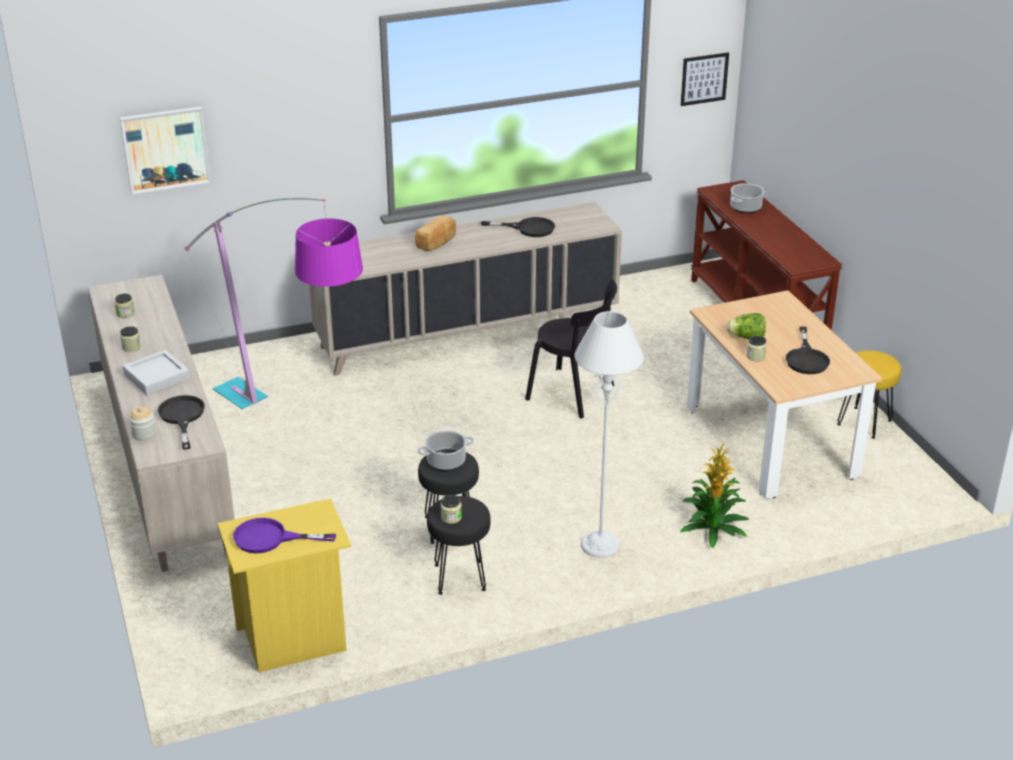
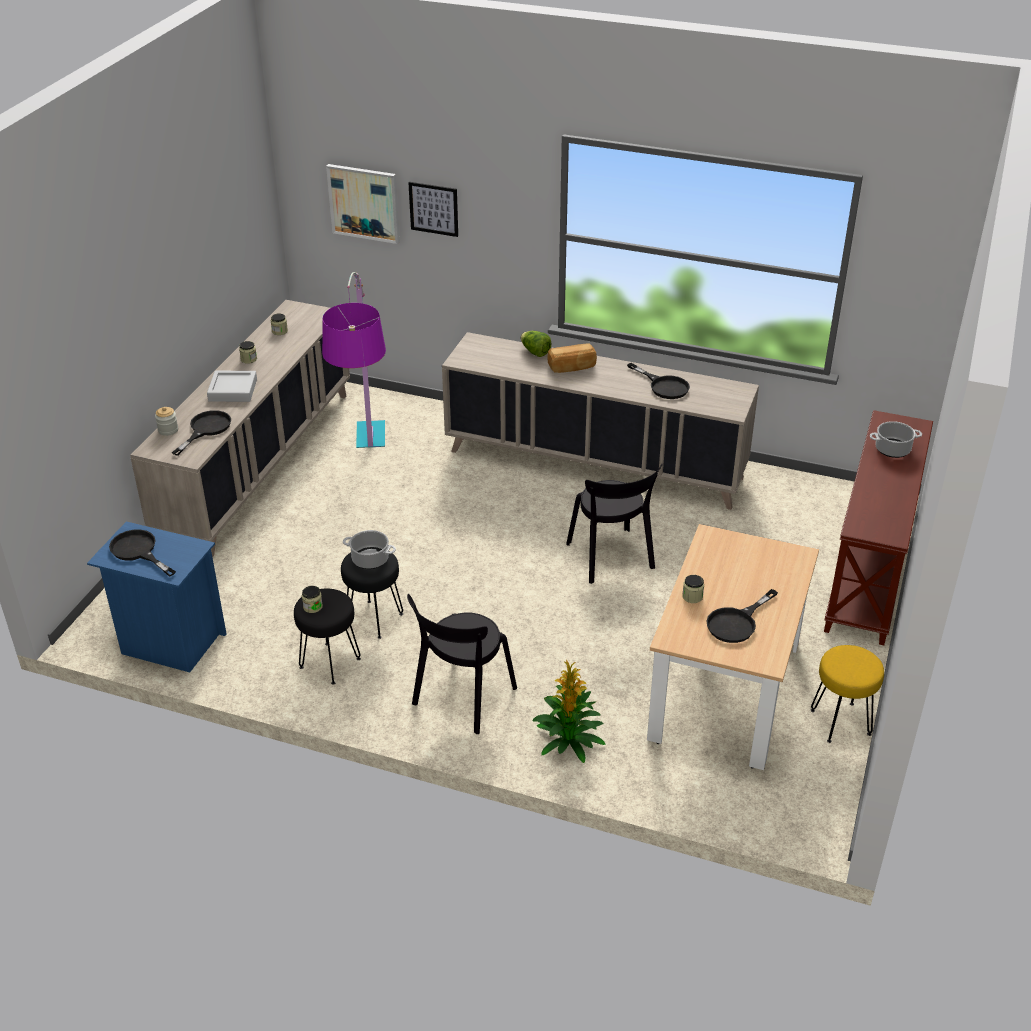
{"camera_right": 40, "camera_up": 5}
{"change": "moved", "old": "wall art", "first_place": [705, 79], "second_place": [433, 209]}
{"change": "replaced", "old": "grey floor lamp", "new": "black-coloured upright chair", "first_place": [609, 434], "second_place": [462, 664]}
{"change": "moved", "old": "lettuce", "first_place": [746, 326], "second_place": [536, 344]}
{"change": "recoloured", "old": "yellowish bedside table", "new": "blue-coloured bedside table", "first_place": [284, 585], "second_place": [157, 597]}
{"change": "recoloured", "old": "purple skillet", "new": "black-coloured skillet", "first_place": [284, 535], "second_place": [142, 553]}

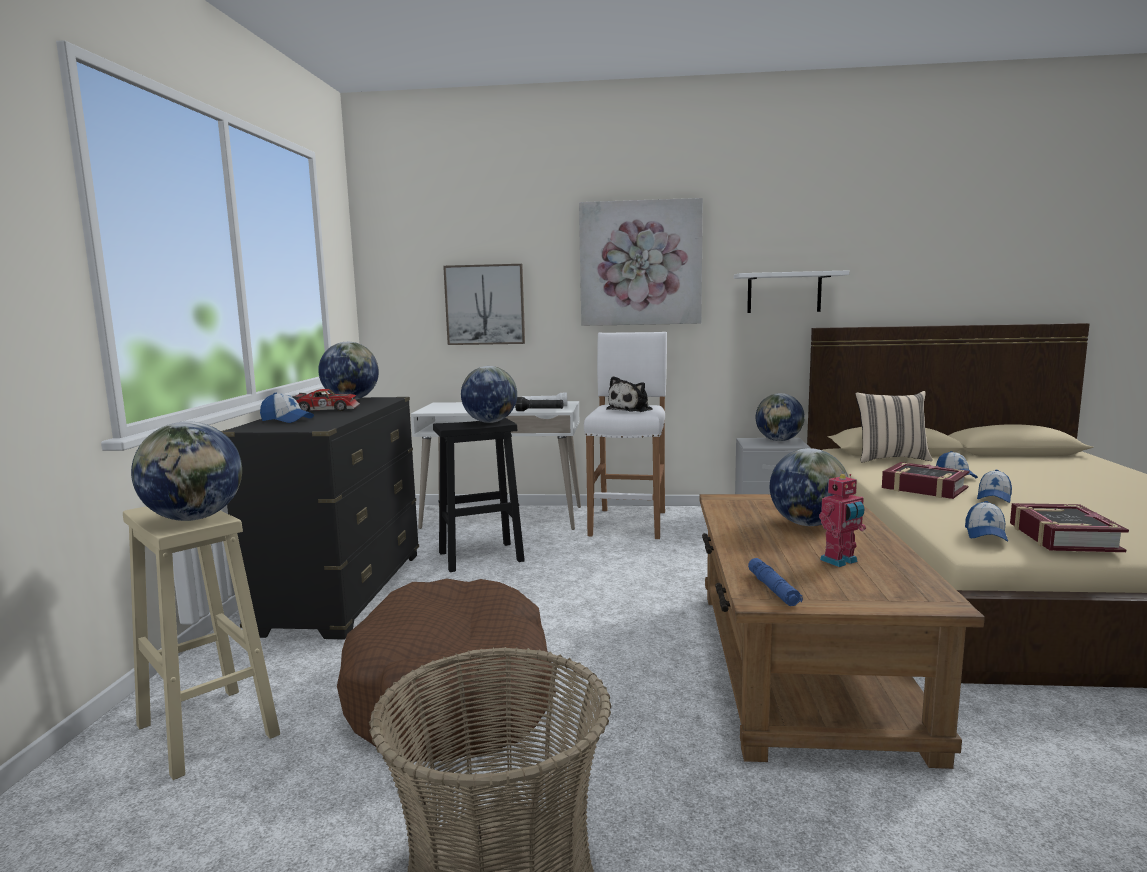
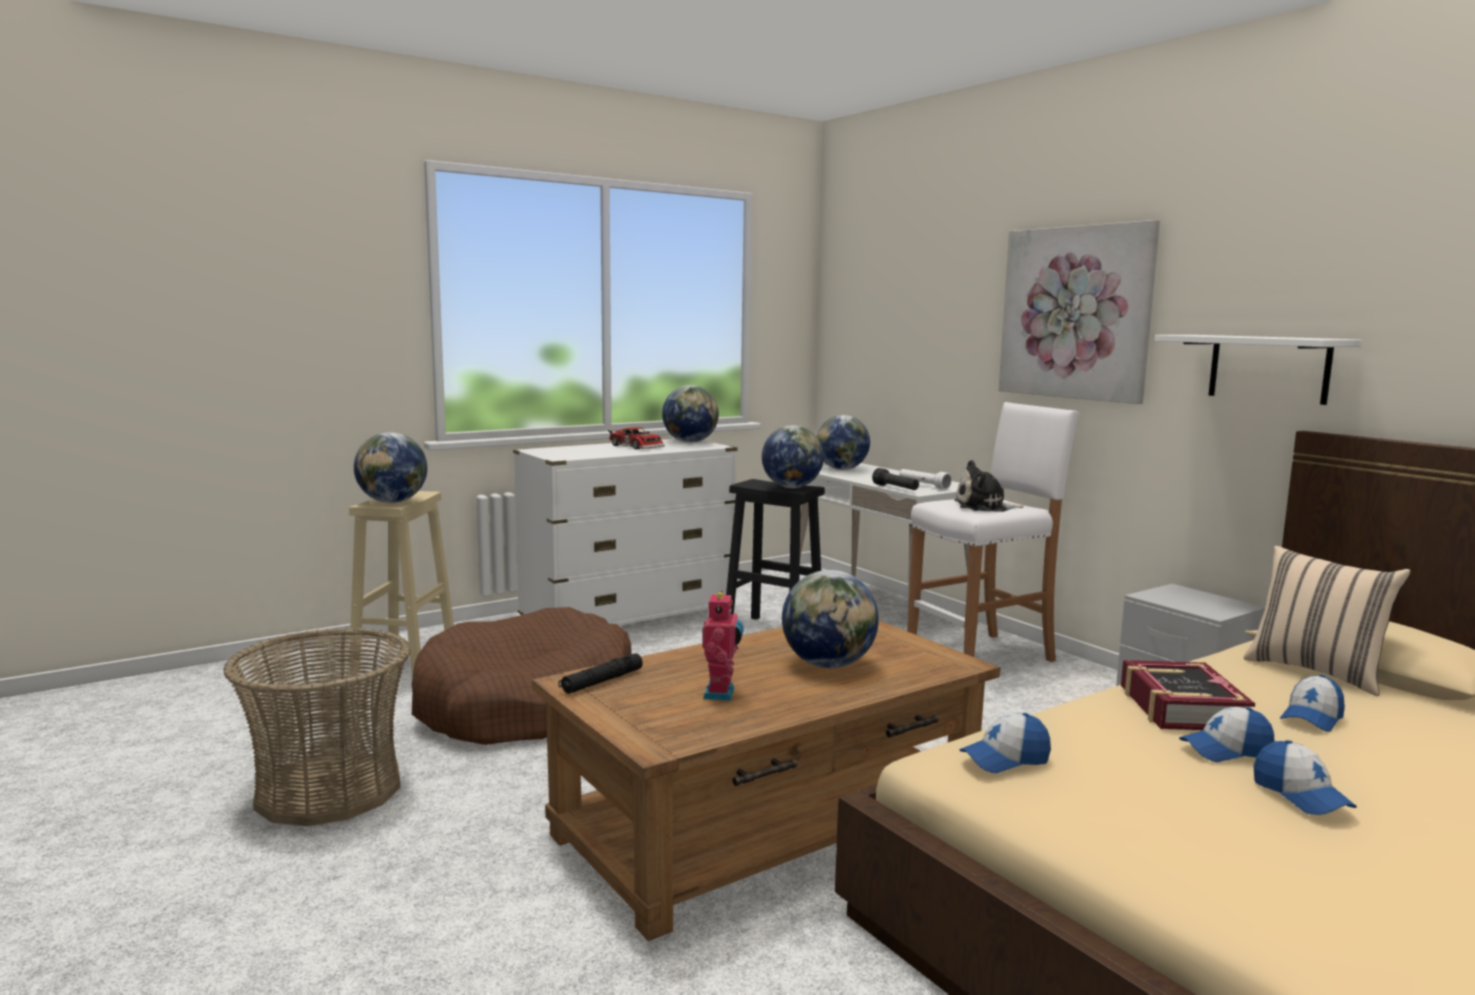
{"camera_right": 50, "camera_up": 0}
{"change": "removed", "old": "wall art", "first_place": [484, 304]}
{"change": "moved", "old": "peaked cap", "first_place": [287, 408], "second_place": [1305, 777]}
{"change": "moved", "old": "desk globe", "first_place": [780, 417], "second_place": [843, 442]}
{"change": "recoloured", "old": "black-coloured drawer chest", "new": "whitish drawer chest", "first_place": [320, 518], "second_place": [625, 532]}
{"change": "turned", "old": "robot figure", "first_place": [842, 520], "second_place": [723, 645], "degrees": -105}
{"change": "removed", "old": "bound book", "first_place": [1069, 527]}
{"change": "recoloured", "old": "blue-coloured flashlight", "new": "black-coloured flashlight", "first_place": [775, 582], "second_place": [600, 673]}

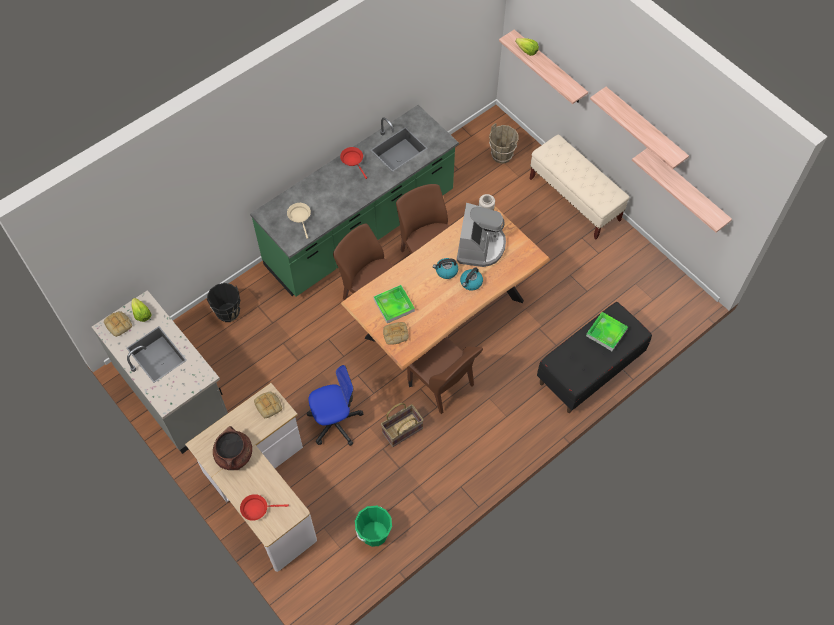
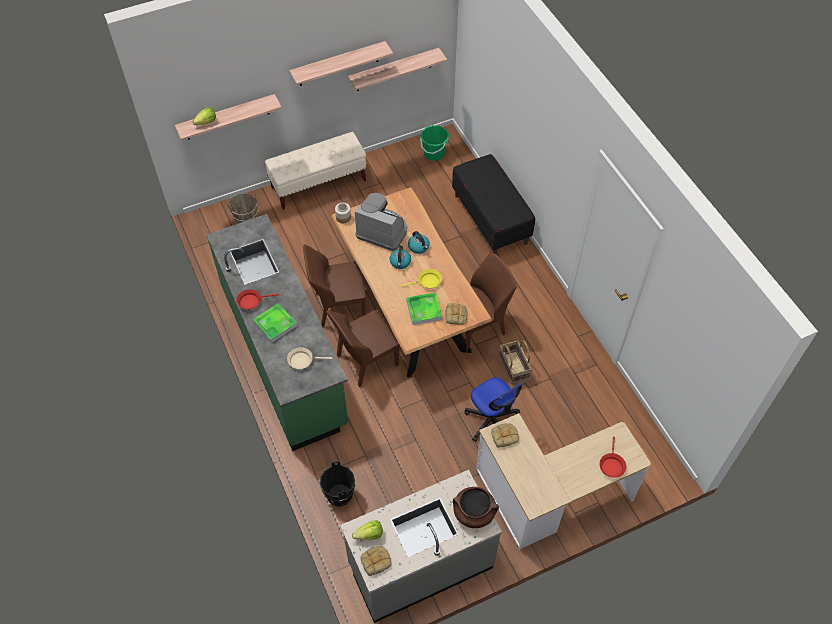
{"camera_right": -75, "camera_up": -5}
{"change": "moved", "old": "carrying tray", "first_place": [607, 331], "second_place": [275, 323]}
{"change": "turned", "old": "desk chair", "first_place": [335, 405], "second_place": [494, 410], "degrees": 150}
{"change": "moved", "old": "brownish saucepot", "first_place": [232, 448], "second_place": [476, 507]}
{"change": "moved", "old": "green-coloured water bucket", "first_place": [373, 526], "second_place": [434, 143]}
{"change": "added", "new": "yellowish skillet", "second_place": [421, 279]}

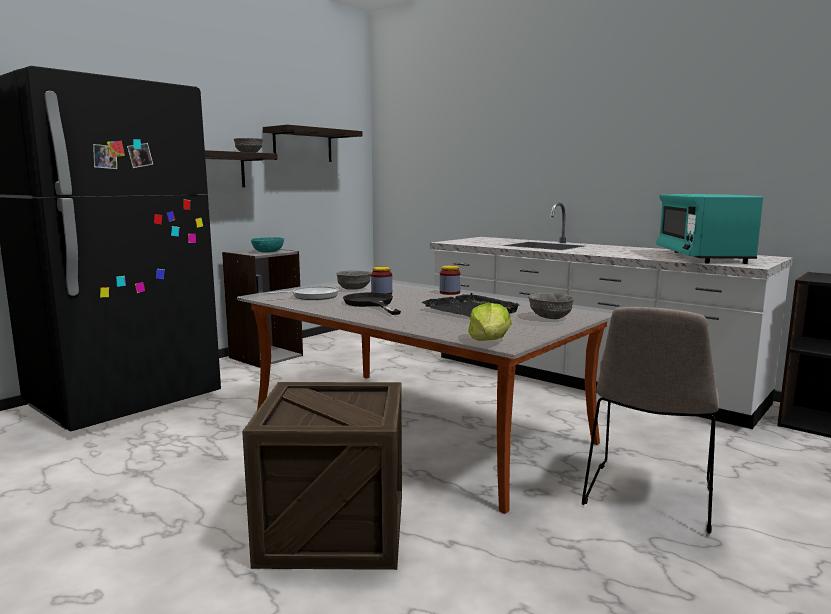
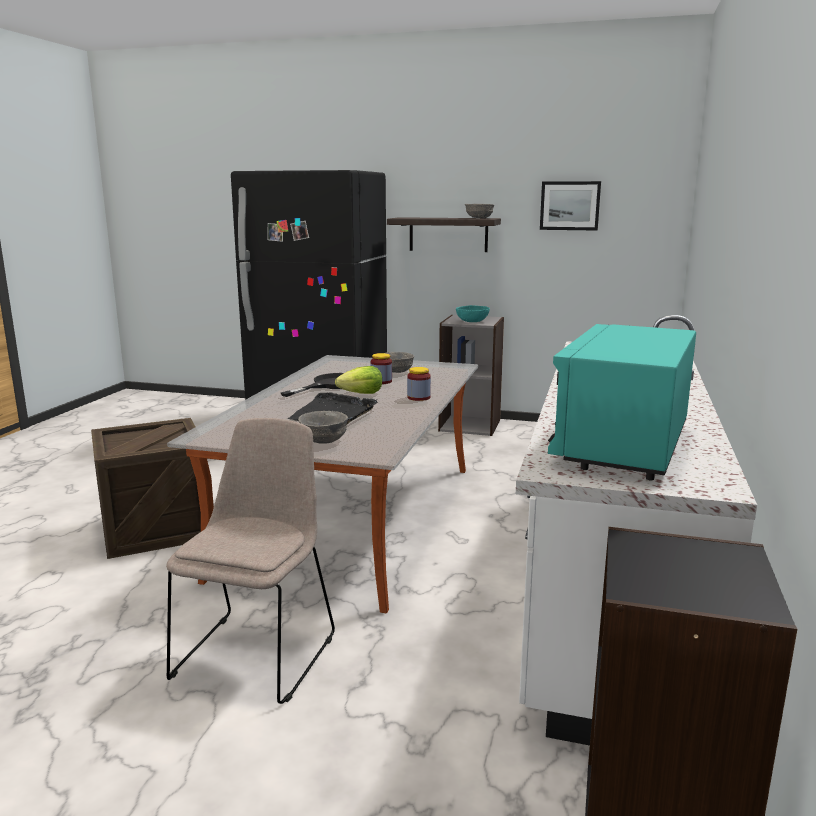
{"camera_right": 65, "camera_up": 5}
{"change": "replaced", "old": "bracket shelf", "new": "wall art", "first_place": [313, 143], "second_place": [570, 206]}
{"change": "turned", "old": "turquoise kitchen microwave", "first_place": [709, 229], "second_place": [622, 402], "degrees": -45}
{"change": "removed", "old": "skillet", "first_place": [303, 293]}
{"change": "moved", "old": "lettuce", "first_place": [489, 322], "second_place": [358, 380]}
{"change": "turned", "old": "beige upright chair", "first_place": [650, 420], "second_place": [250, 561], "degrees": 105}

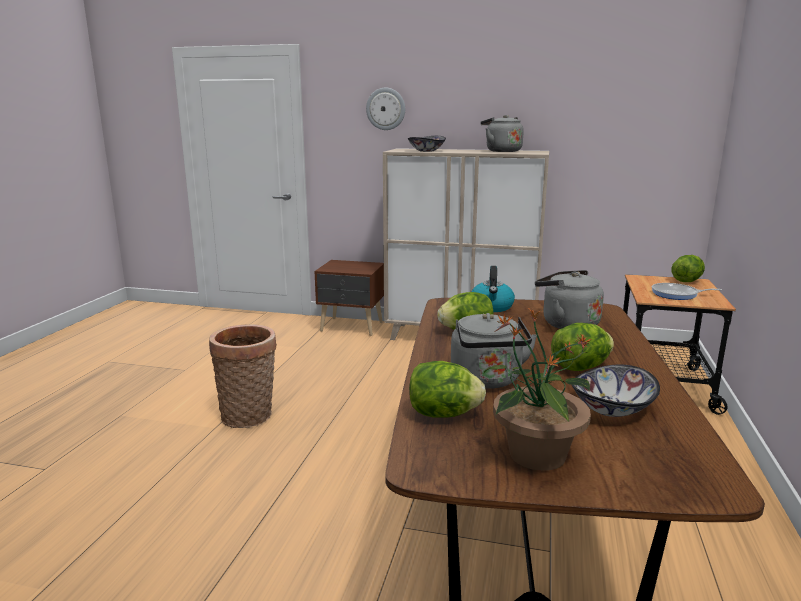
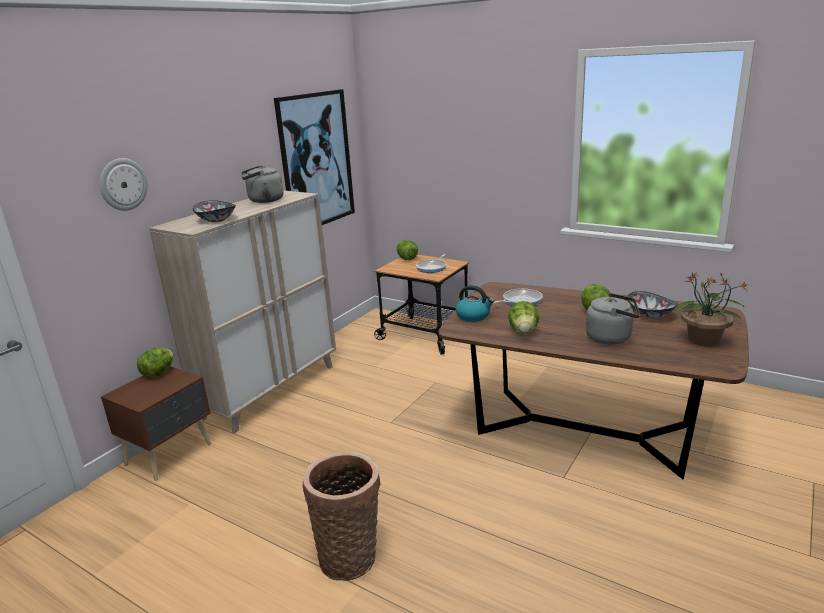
{"camera_right": -70, "camera_up": 5}
{"change": "replaced", "old": "grey kettle", "new": "skillet", "first_place": [569, 299], "second_place": [517, 297]}
{"change": "moved", "old": "lettuce", "first_place": [447, 389], "second_place": [155, 363]}
{"change": "added", "new": "wall art", "second_place": [314, 157]}

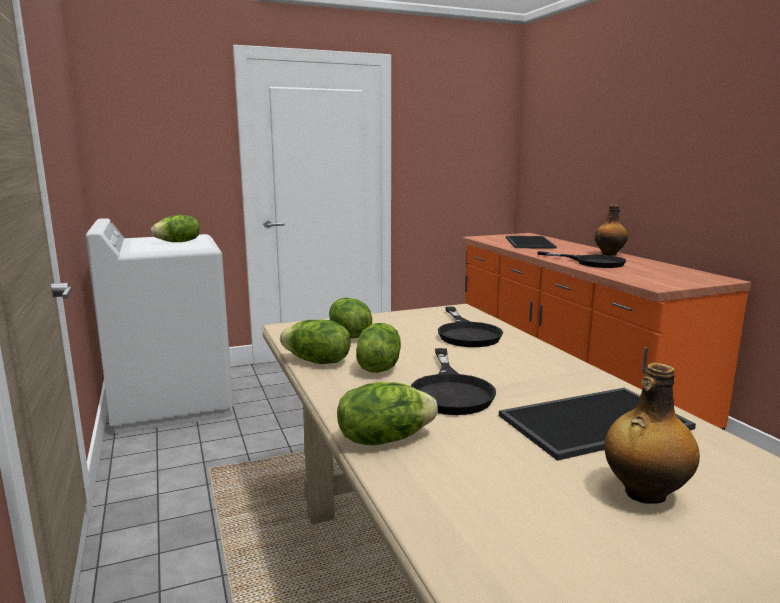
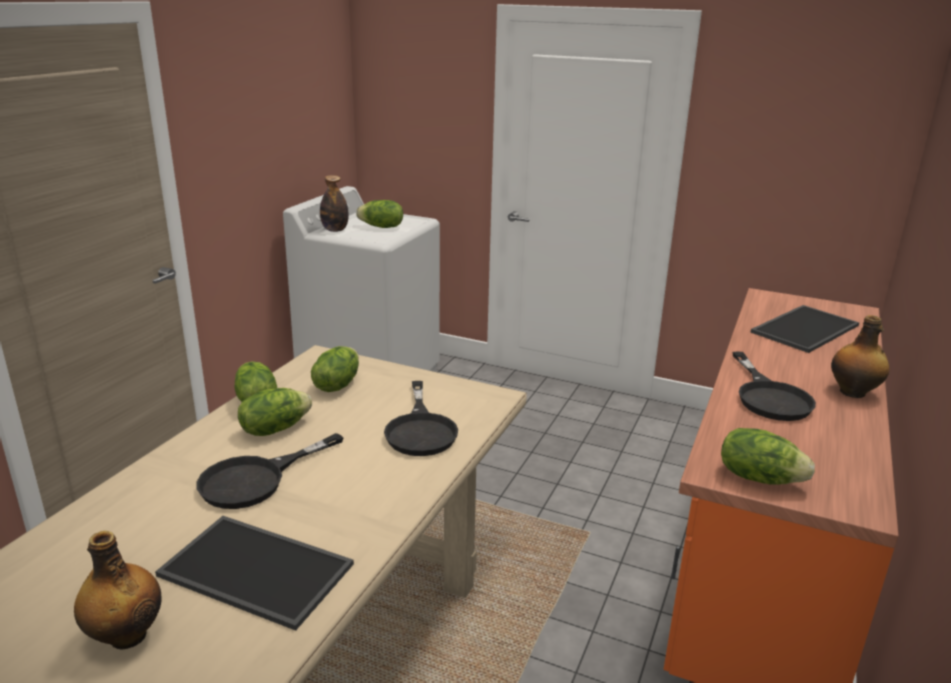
{"camera_right": 45, "camera_up": 10}
{"change": "turned", "old": "black-coloured skillet", "first_place": [470, 327], "second_place": [421, 418], "degrees": -45}
{"change": "moved", "old": "lettuce", "first_place": [387, 413], "second_place": [768, 456]}
{"change": "added", "new": "drink bottle", "second_place": [334, 203]}

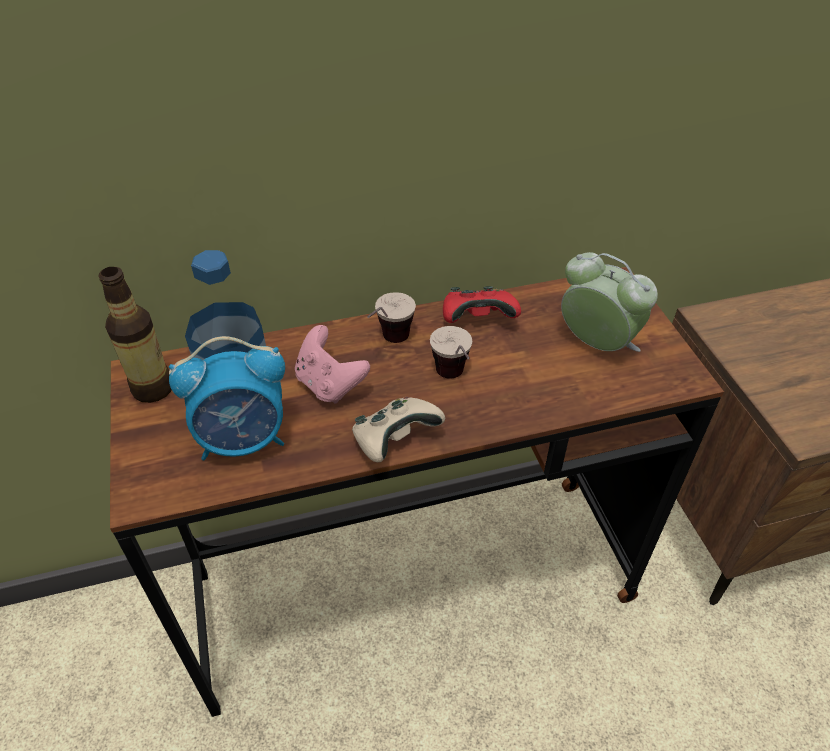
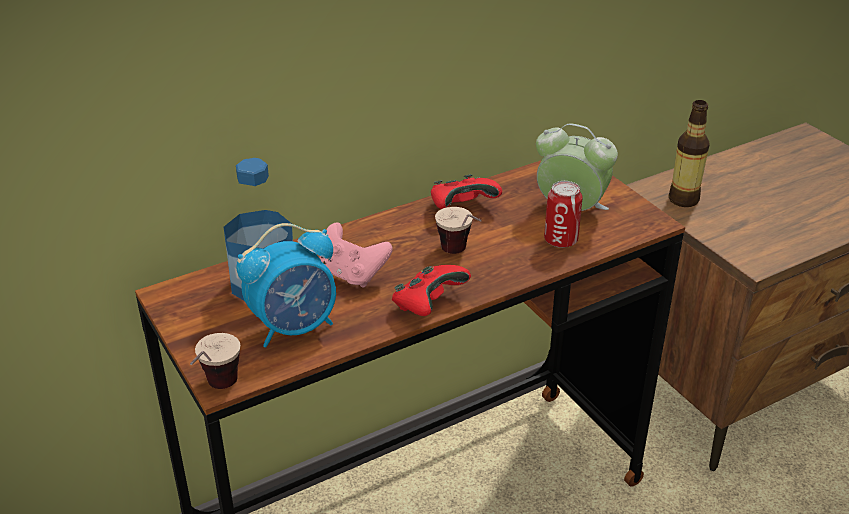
{"camera_right": -15, "camera_up": -10}
{"change": "moved", "old": "drink bottle", "first_place": [135, 335], "second_place": [689, 153]}
{"change": "moved", "old": "small cup", "first_place": [391, 317], "second_place": [215, 361]}
{"change": "recoloured", "old": "beige joypad", "new": "red-coloured joypad", "first_place": [398, 429], "second_place": [431, 290]}
{"change": "added", "new": "sealed can", "second_place": [563, 214]}

